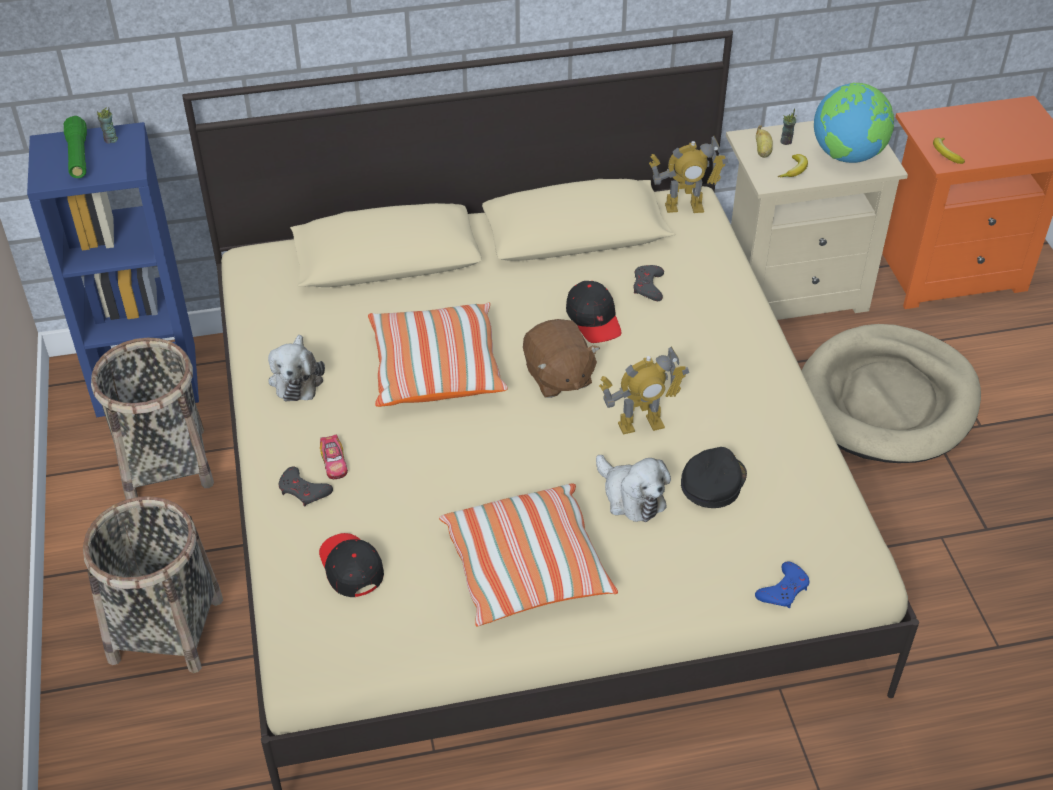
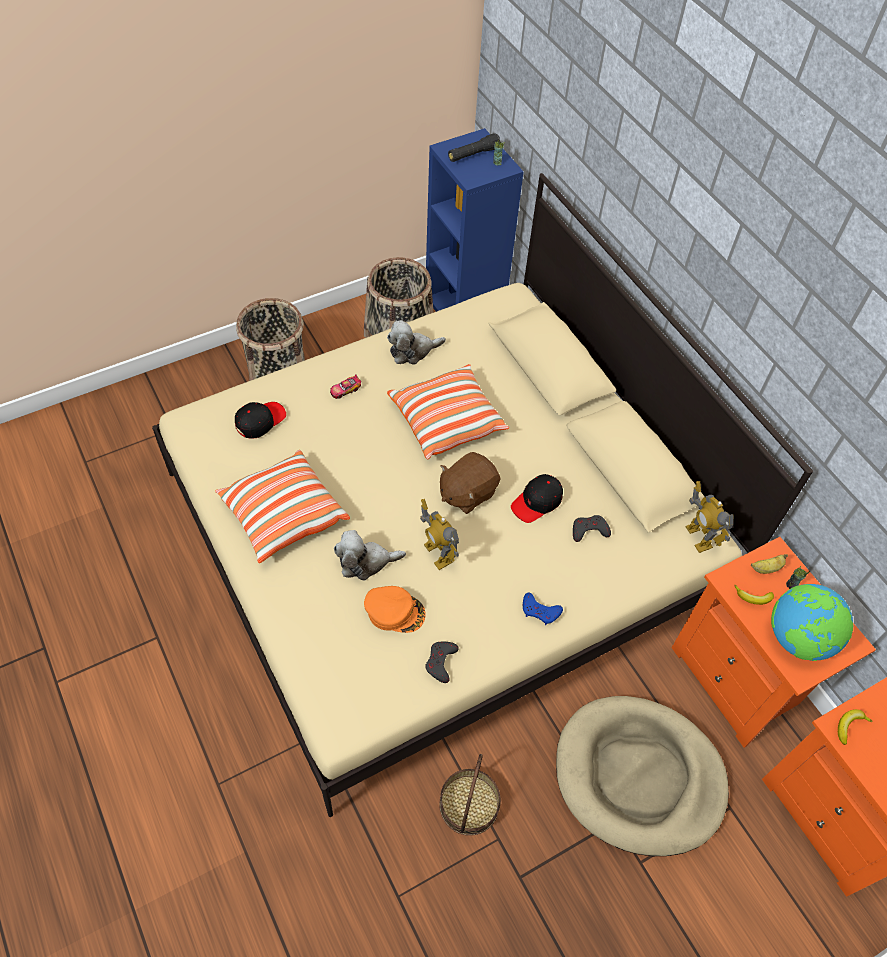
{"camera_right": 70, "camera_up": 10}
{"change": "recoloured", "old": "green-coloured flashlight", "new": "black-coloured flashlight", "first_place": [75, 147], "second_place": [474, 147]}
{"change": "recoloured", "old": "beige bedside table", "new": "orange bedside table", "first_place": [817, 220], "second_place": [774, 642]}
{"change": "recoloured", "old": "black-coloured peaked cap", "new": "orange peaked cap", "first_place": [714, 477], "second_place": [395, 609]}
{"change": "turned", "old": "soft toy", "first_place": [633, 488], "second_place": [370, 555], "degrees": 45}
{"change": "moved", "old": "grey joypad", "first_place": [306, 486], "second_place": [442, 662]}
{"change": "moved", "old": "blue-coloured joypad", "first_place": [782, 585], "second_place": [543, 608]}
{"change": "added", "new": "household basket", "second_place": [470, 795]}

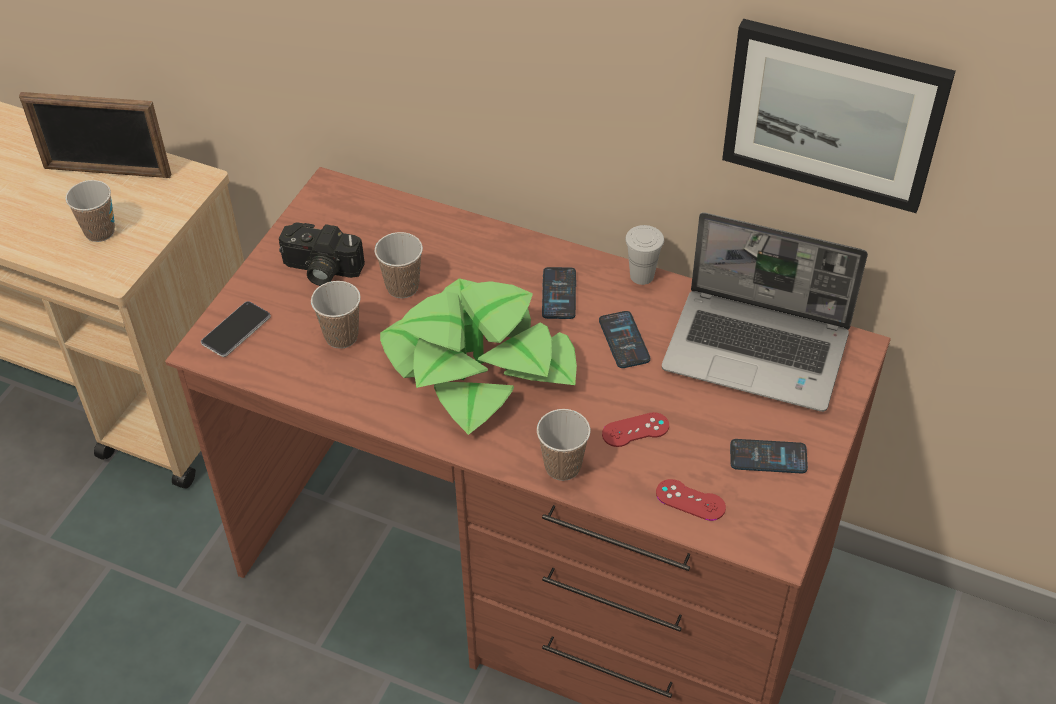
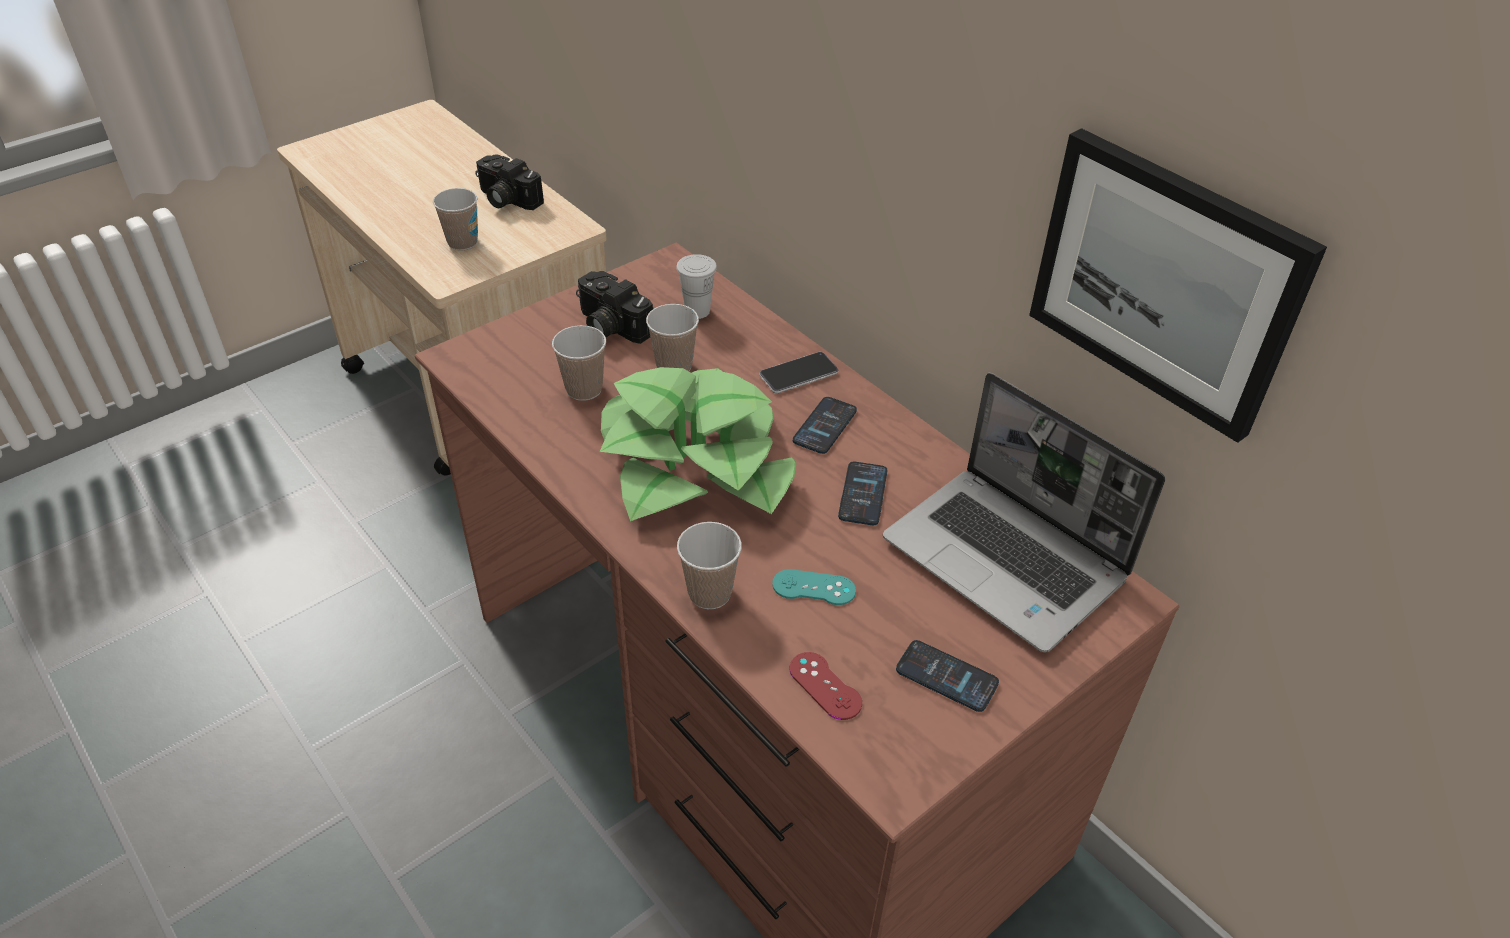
{"camera_right": 25, "camera_up": -5}
{"change": "replaced", "old": "photo frame", "new": "still camera", "first_place": [95, 135], "second_place": [509, 182]}
{"change": "moved", "old": "whitish small cup", "first_place": [644, 255], "second_place": [696, 286]}
{"change": "moved", "old": "phone", "first_place": [236, 329], "second_place": [799, 372]}
{"change": "recoloured", "old": "red-coloured joypad", "new": "turquoise joypad", "first_place": [635, 429], "second_place": [814, 587]}

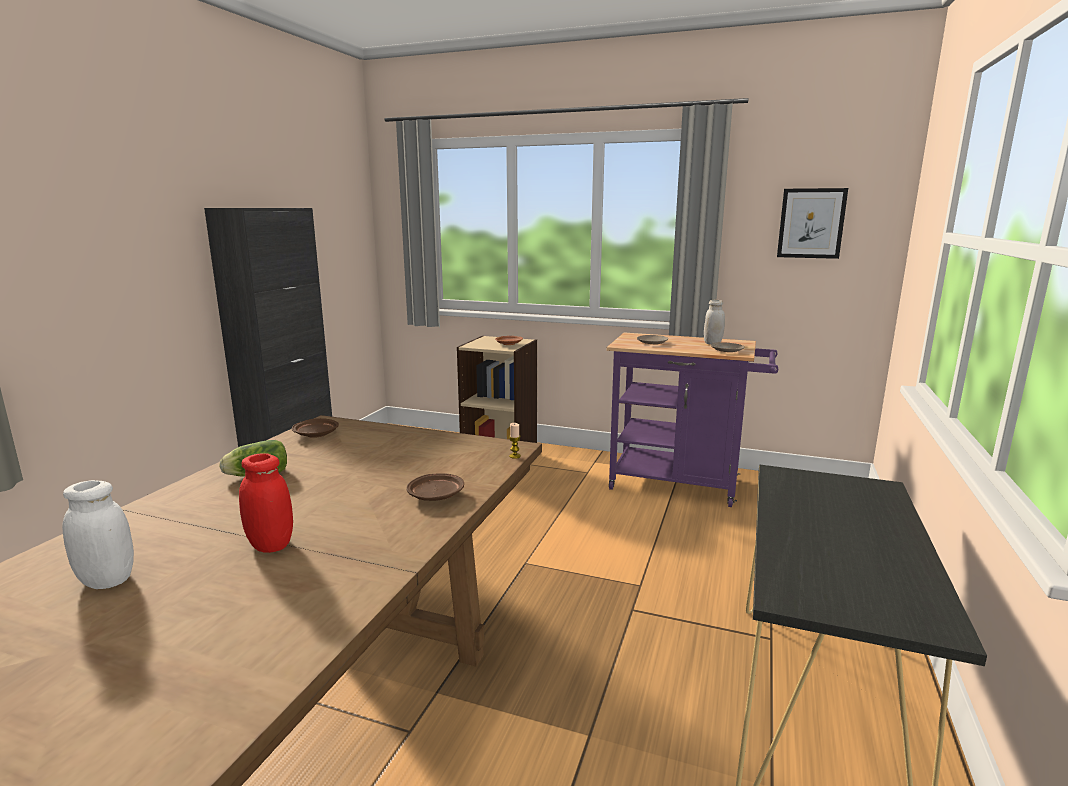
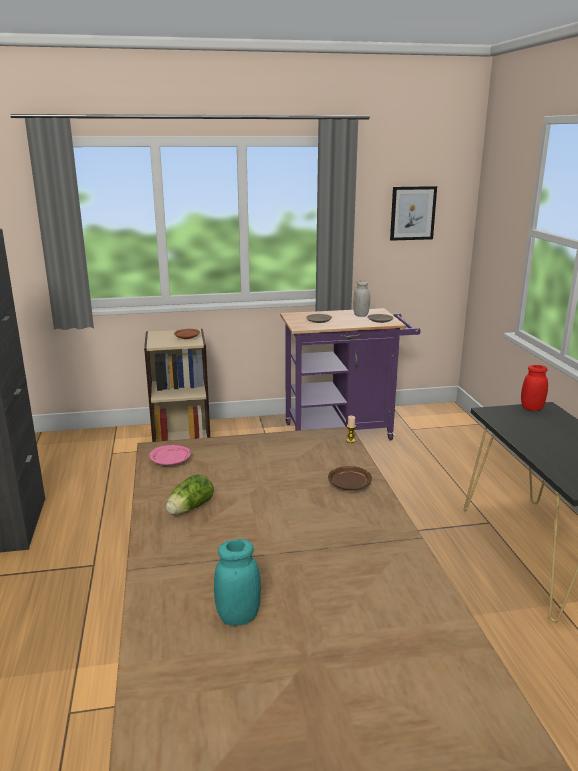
{"camera_right": -30, "camera_up": 5}
{"change": "recoloured", "old": "brownish flat dish", "new": "pinkish flat dish", "first_place": [315, 427], "second_place": [170, 455]}
{"change": "moved", "old": "red-coloured preserve jar", "first_place": [266, 503], "second_place": [534, 388]}
{"change": "recoloured", "old": "whitish preserve jar", "new": "turquoise preserve jar", "first_place": [98, 534], "second_place": [237, 582]}

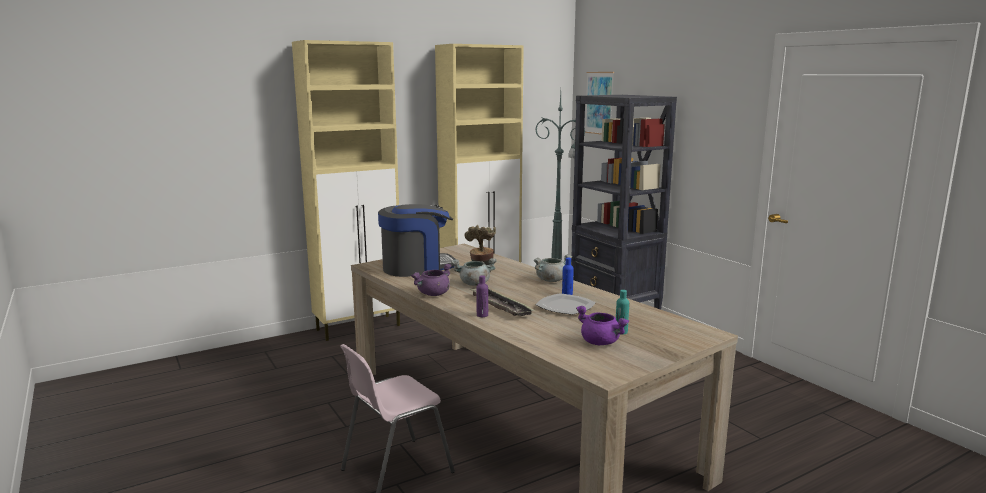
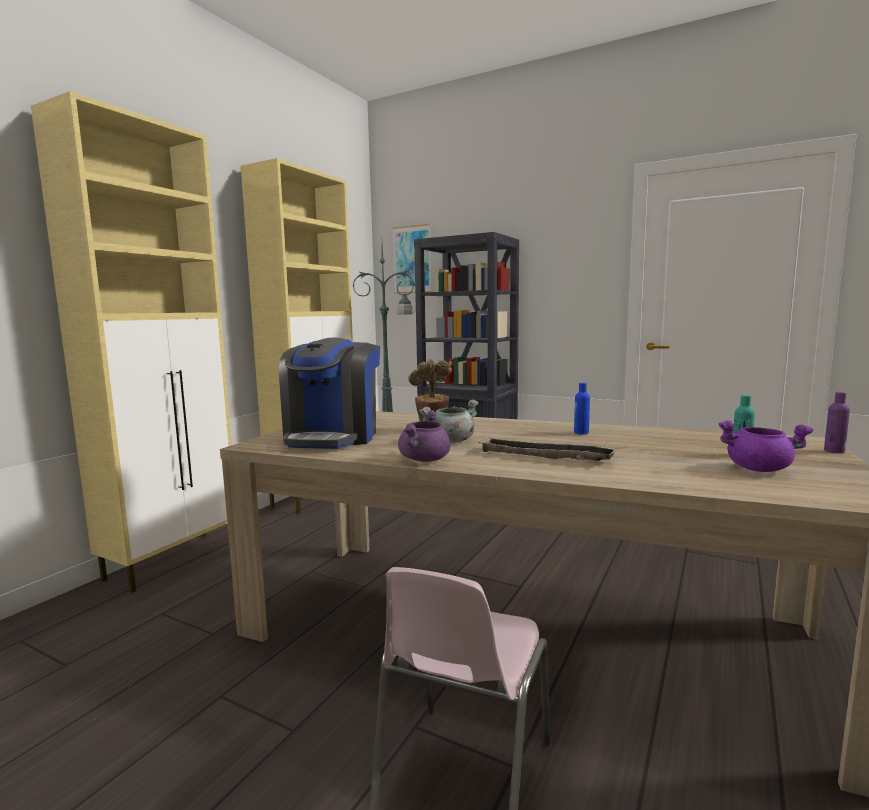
{"camera_right": -30, "camera_up": -5}
{"change": "turned", "old": "coffee brewer", "first_place": [416, 240], "second_place": [329, 393], "degrees": 150}
{"change": "removed", "old": "grey saucepot", "first_place": [553, 268]}
{"change": "moved", "old": "purple drink bottle", "first_place": [482, 296], "second_place": [837, 422]}
{"change": "removed", "old": "flat dish", "first_place": [565, 304]}

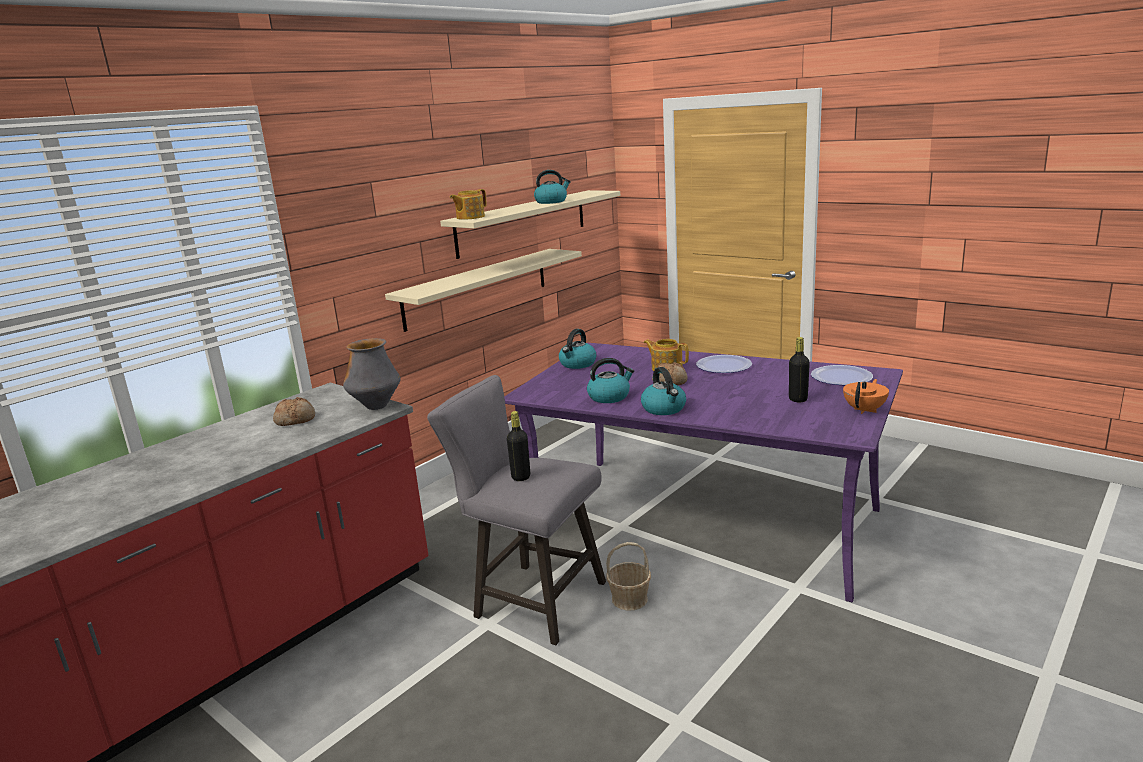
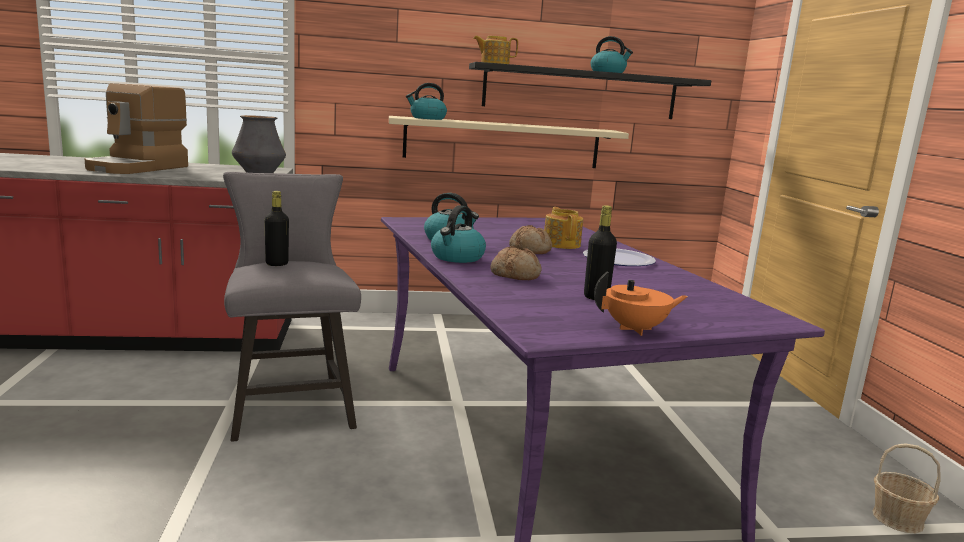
{"camera_right": 40, "camera_up": -5}
{"change": "recoloured", "old": "beige bracket shelf", "new": "black-coloured bracket shelf", "first_place": [530, 224], "second_place": [590, 90]}
{"change": "moved", "old": "kettle", "first_place": [578, 349], "second_place": [426, 101]}
{"change": "removed", "old": "flat dish", "first_place": [842, 375]}
{"change": "moved", "old": "bread", "first_place": [294, 411], "second_place": [516, 263]}
{"change": "moved", "old": "household basket", "first_place": [628, 576], "second_place": [906, 488]}
{"change": "added", "new": "coffee brewer", "second_place": [136, 128]}

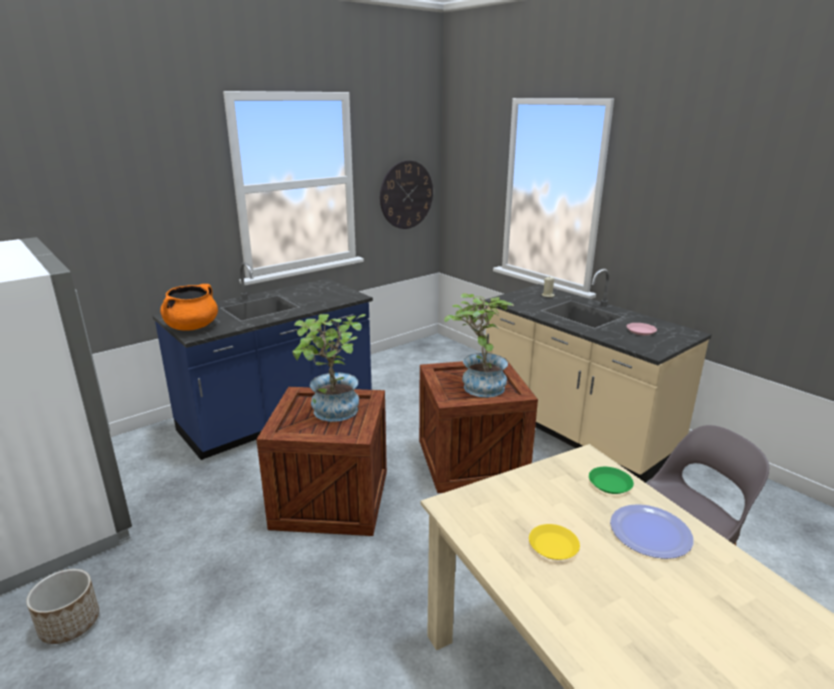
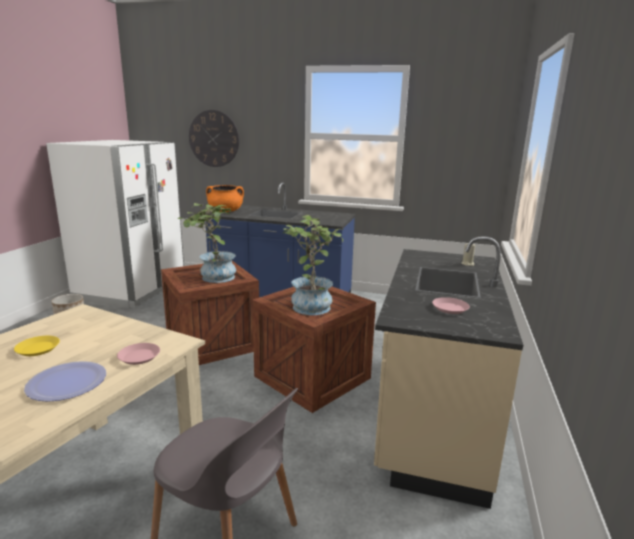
{"camera_right": 55, "camera_up": -5}
{"change": "moved", "old": "wall clock", "first_place": [406, 194], "second_place": [214, 138]}
{"change": "recoloured", "old": "green-coloured flat dish", "new": "pinkish flat dish", "first_place": [611, 480], "second_place": [138, 354]}

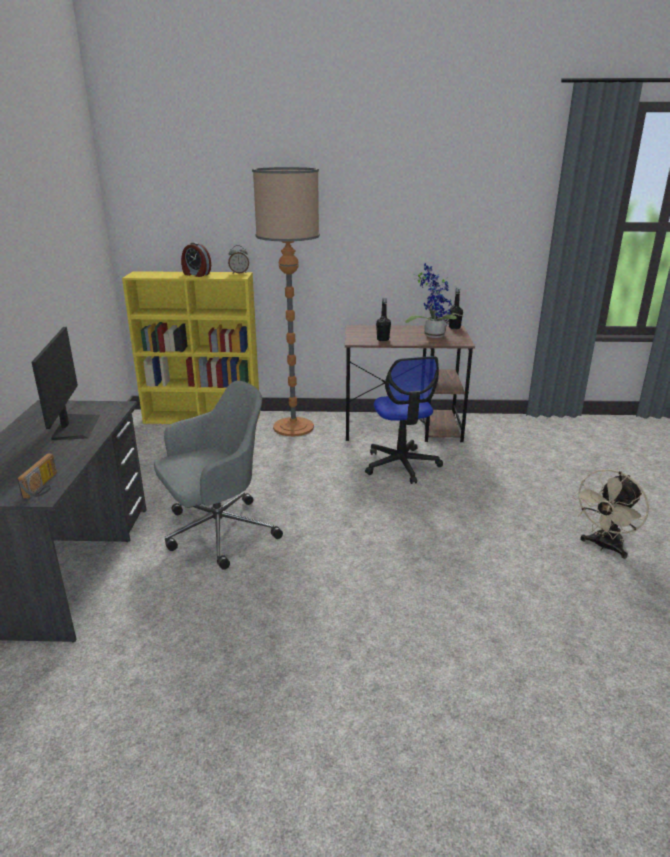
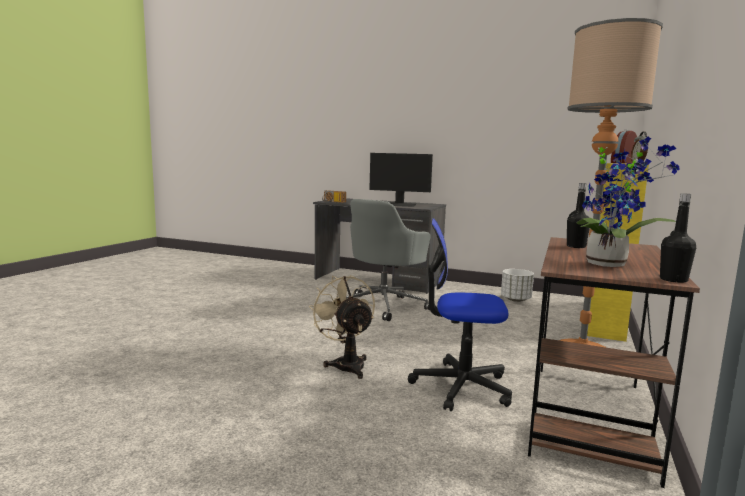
{"camera_right": 110, "camera_up": -15}
{"change": "turned", "old": "grey desk chair", "first_place": [218, 475], "second_place": [388, 260], "degrees": 45}
{"change": "moved", "old": "beige fan", "first_place": [611, 514], "second_place": [342, 327]}
{"change": "added", "new": "whitish planter", "second_place": [517, 285]}

